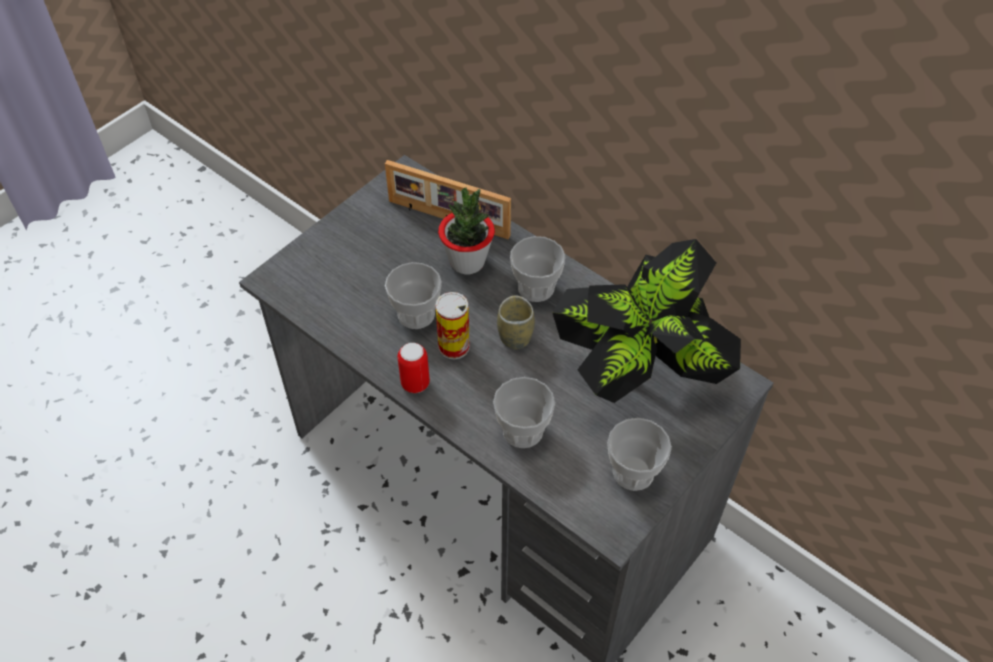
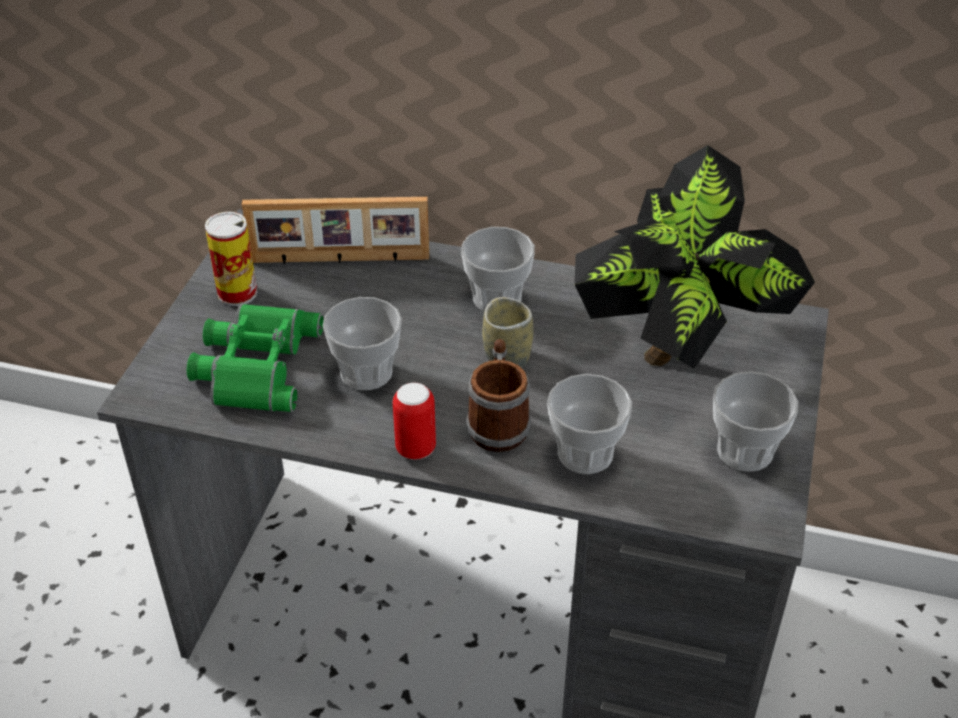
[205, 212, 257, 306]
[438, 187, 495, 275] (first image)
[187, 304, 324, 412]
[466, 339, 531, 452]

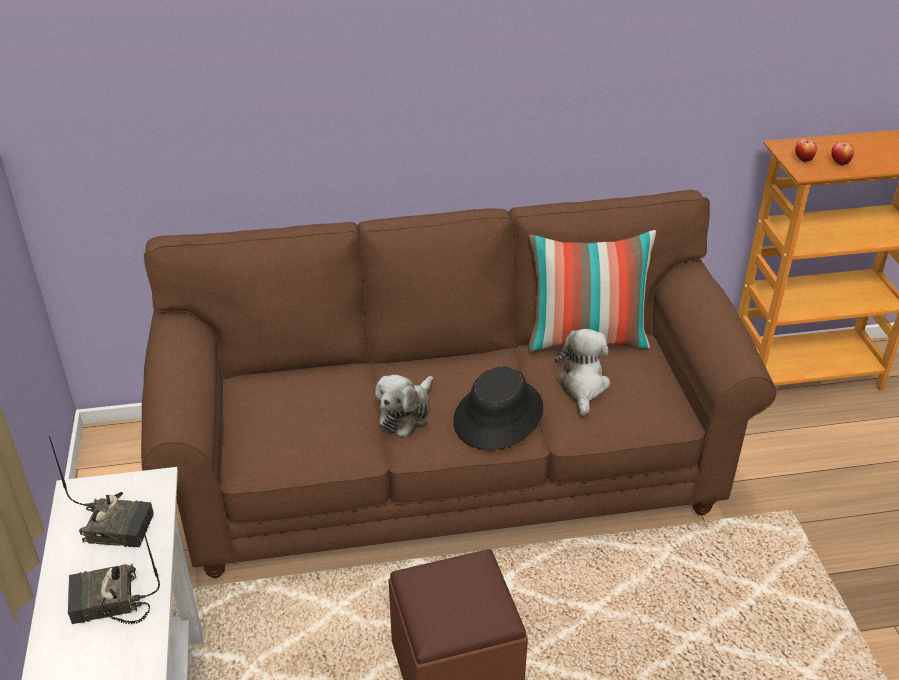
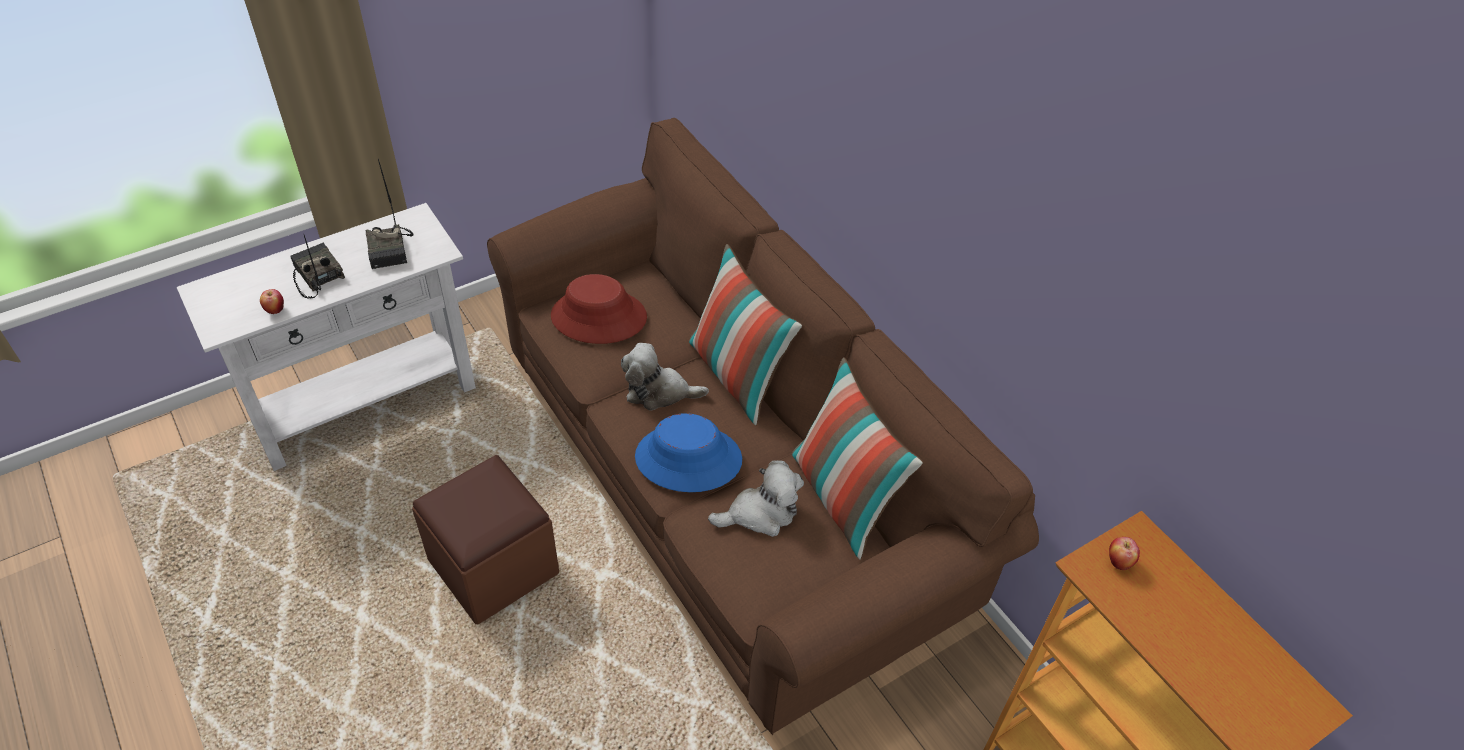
[635, 413, 742, 492]
[260, 289, 284, 314]
[551, 274, 647, 344]
[689, 244, 802, 426]

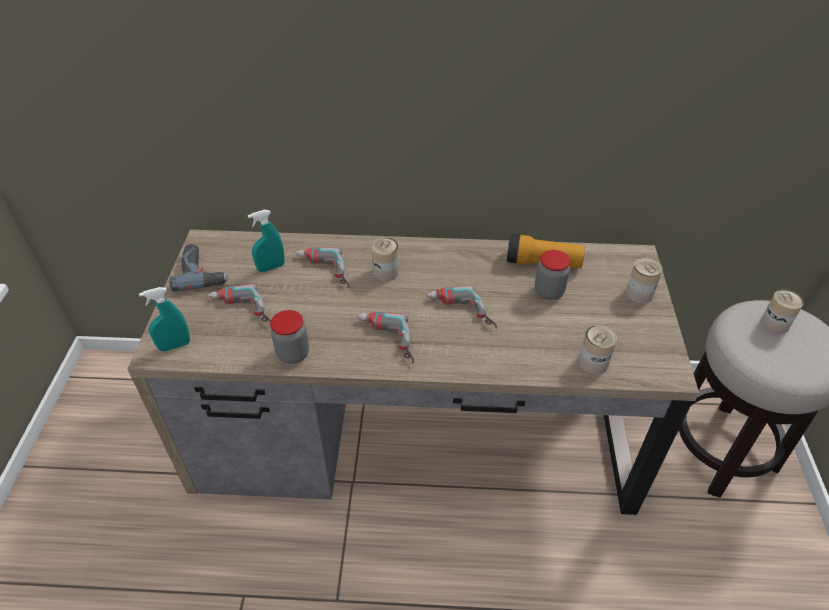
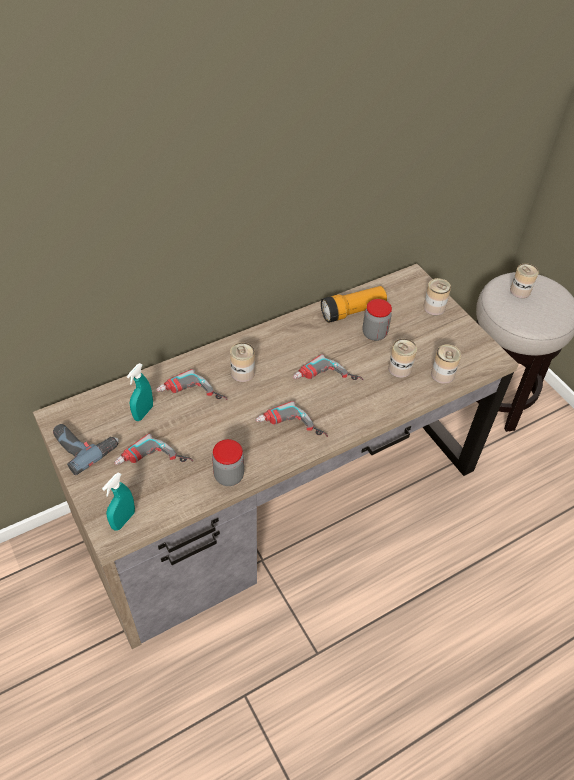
[388, 339, 417, 378]

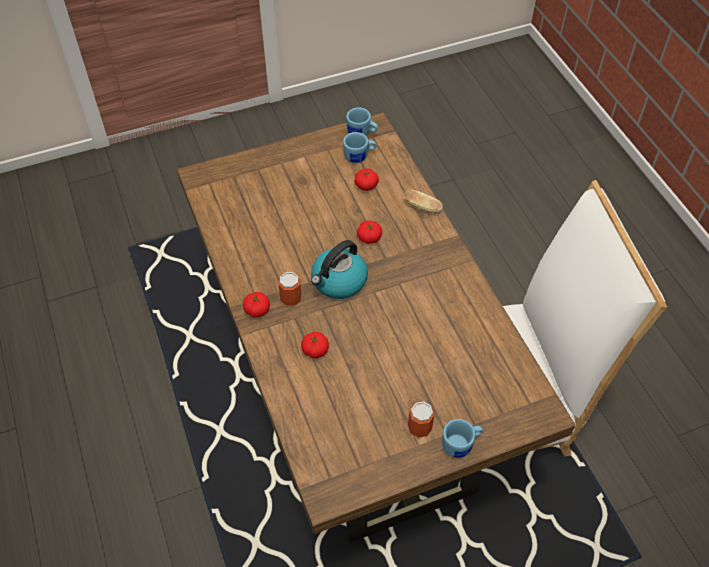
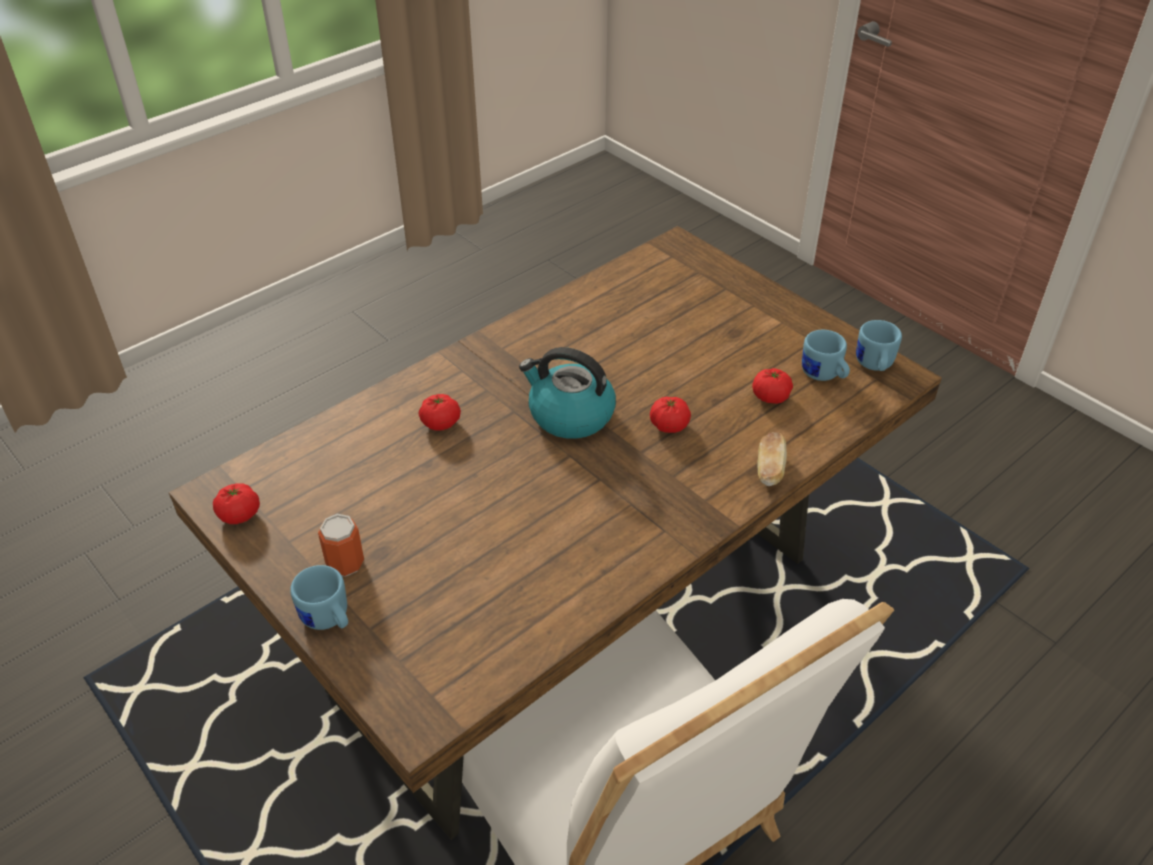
[213, 483, 260, 524]
[279, 272, 301, 306] (first image)

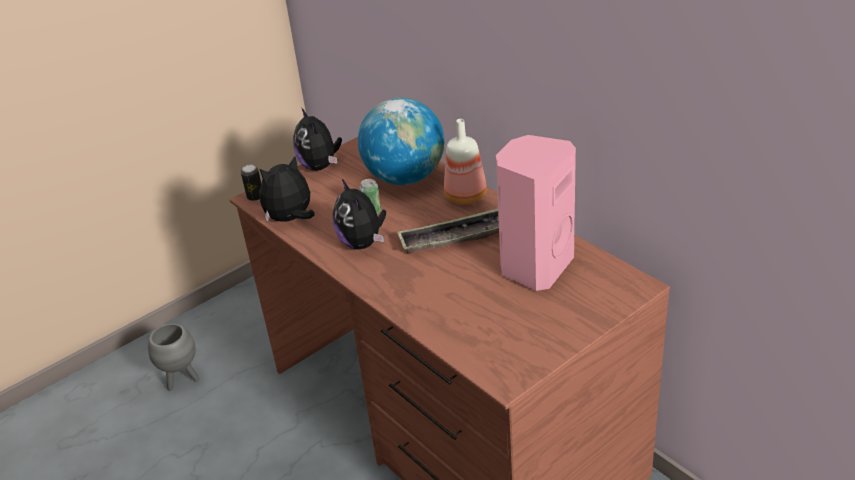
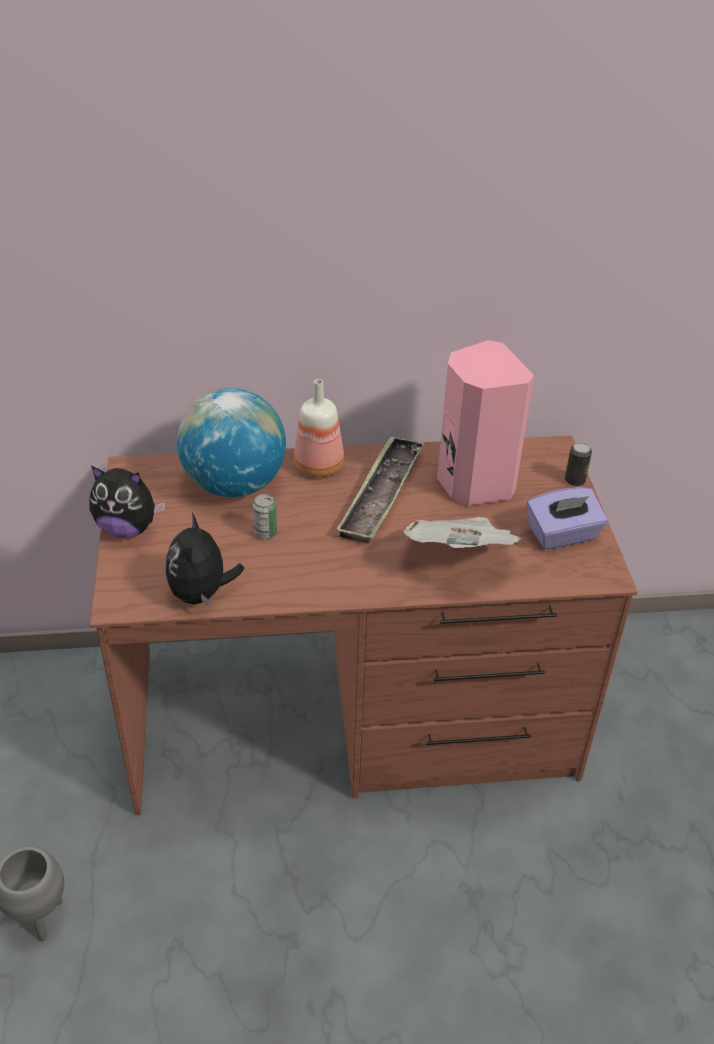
[565, 443, 592, 486]
[333, 179, 386, 249] (first image)
[403, 517, 522, 548]
[527, 487, 608, 550]

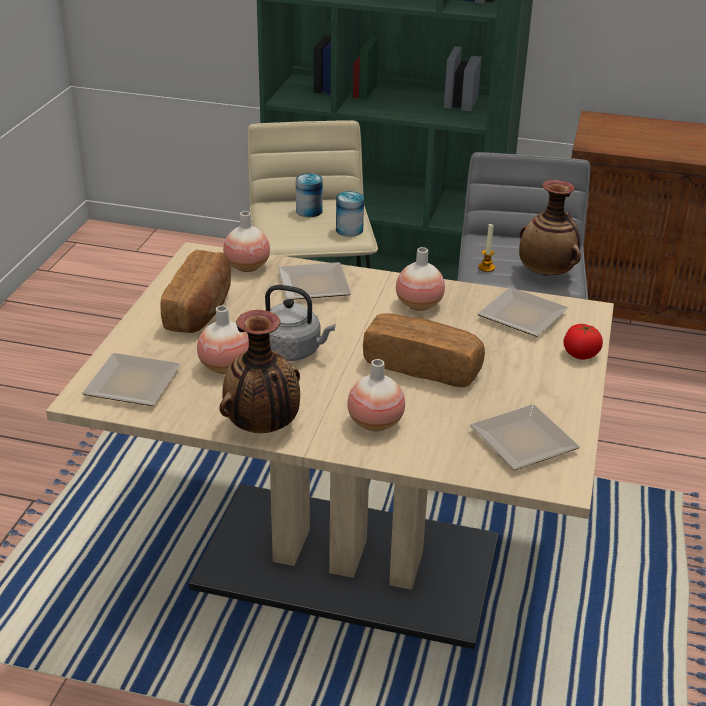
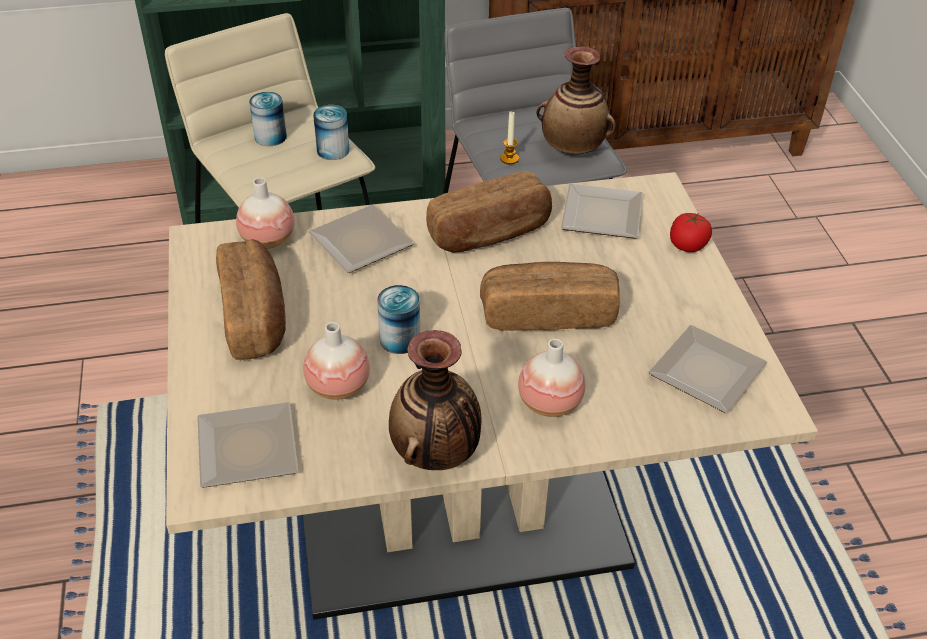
[377, 285, 420, 354]
[426, 171, 552, 253]

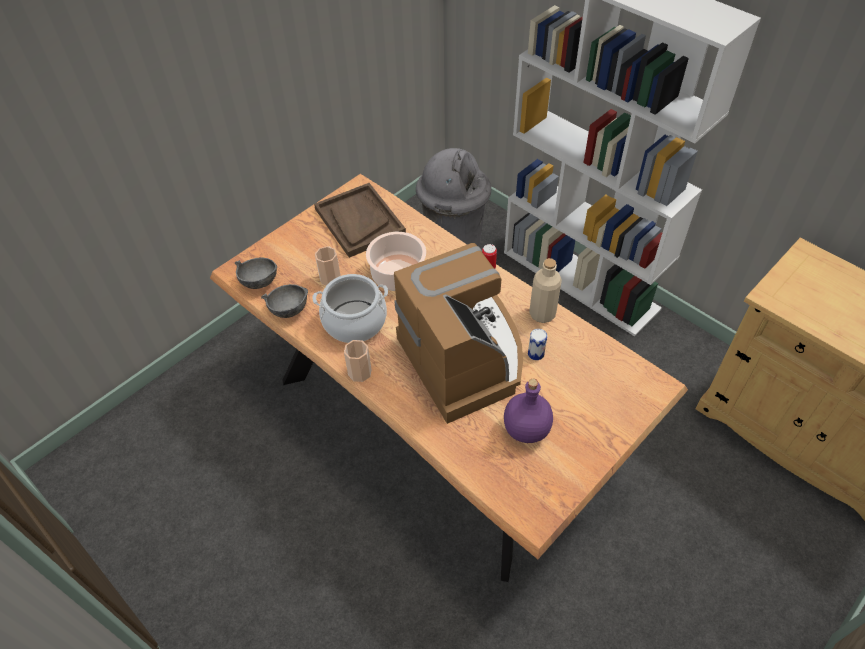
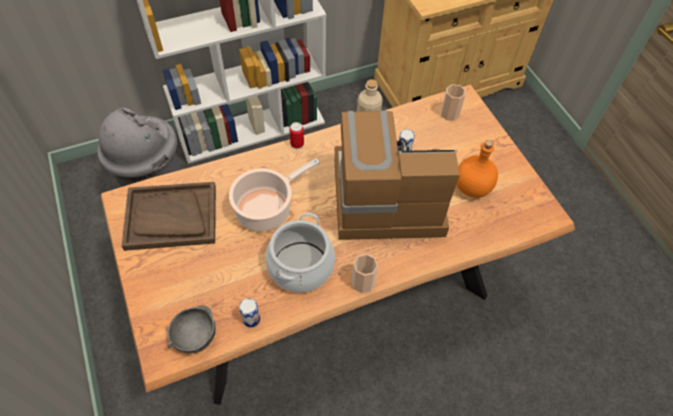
[239, 298, 260, 327]
[441, 84, 466, 121]
[456, 140, 498, 198]

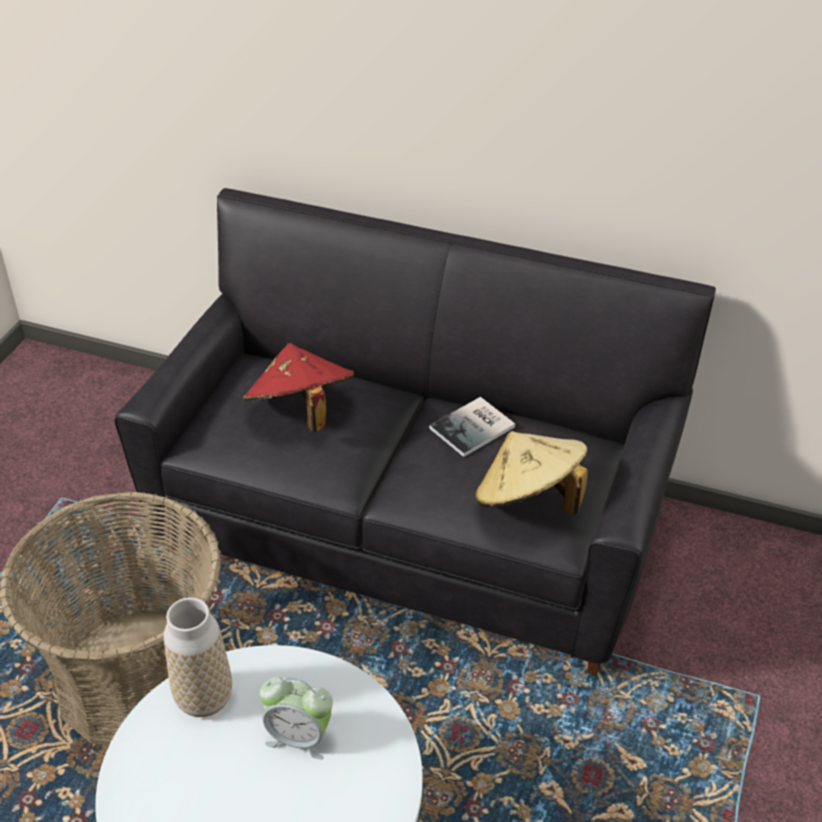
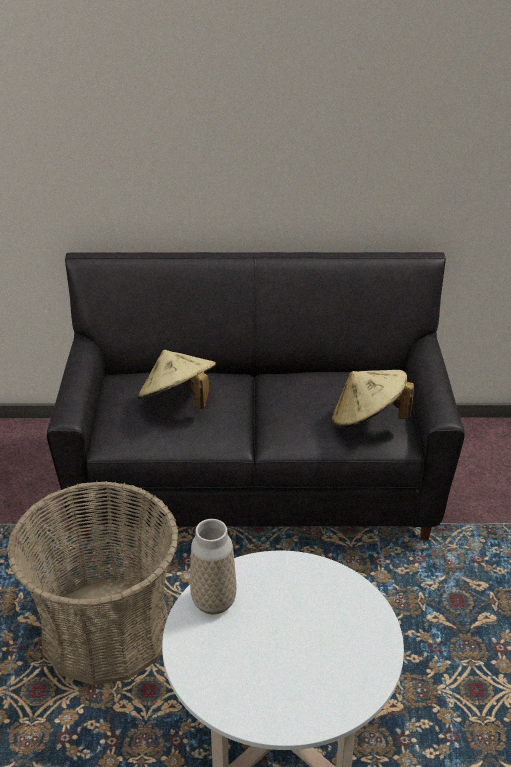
[137, 350, 216, 409]
[260, 677, 333, 759] (first image)
[429, 397, 515, 457] (first image)

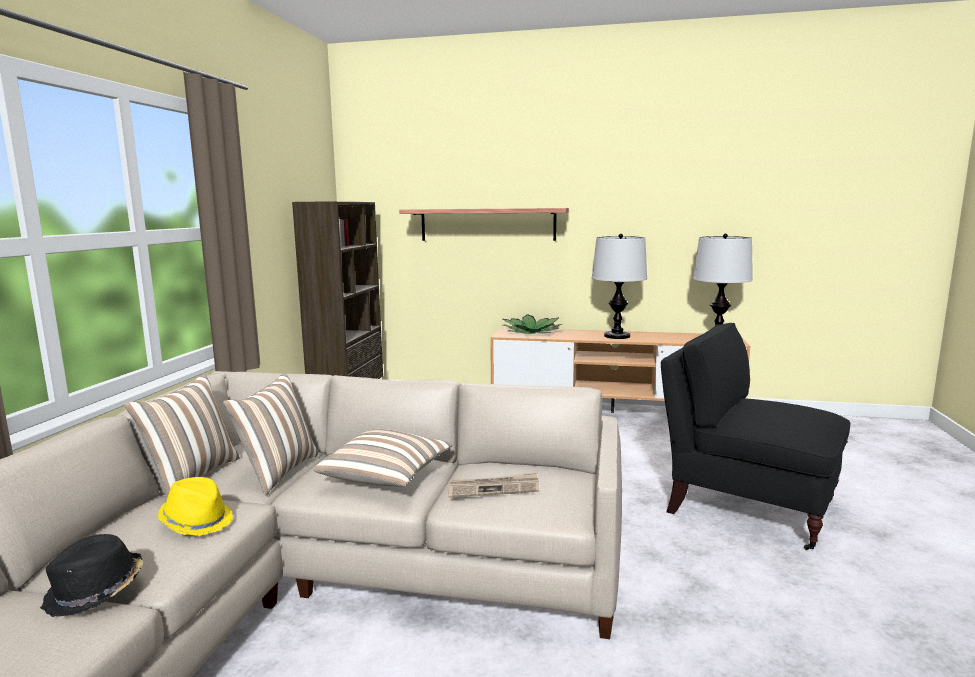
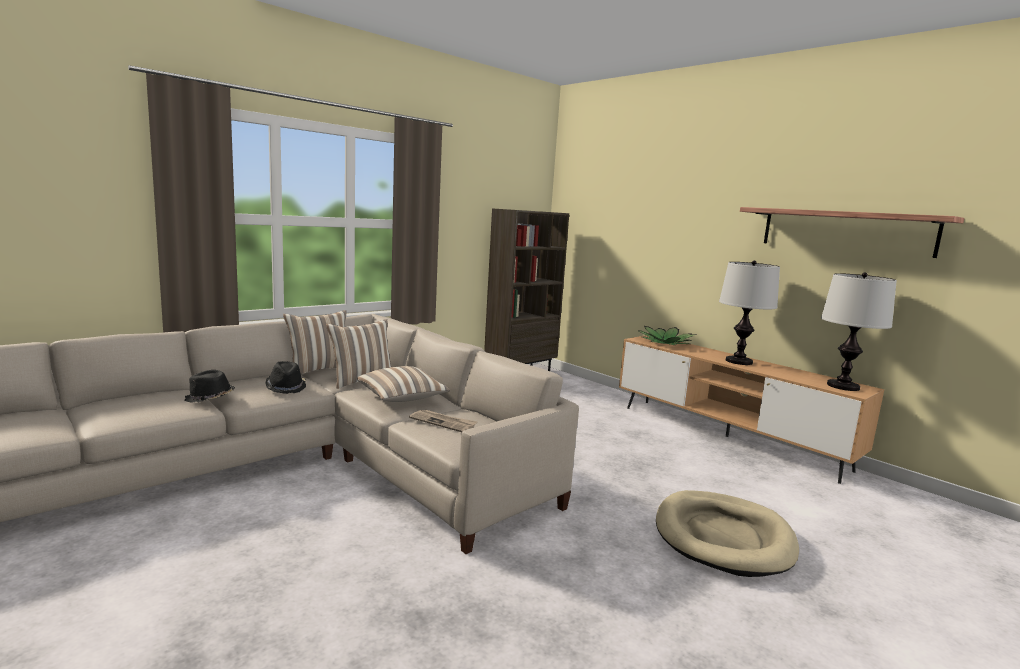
[265, 361, 306, 394]
[740, 207, 964, 258]
[656, 490, 799, 577]

